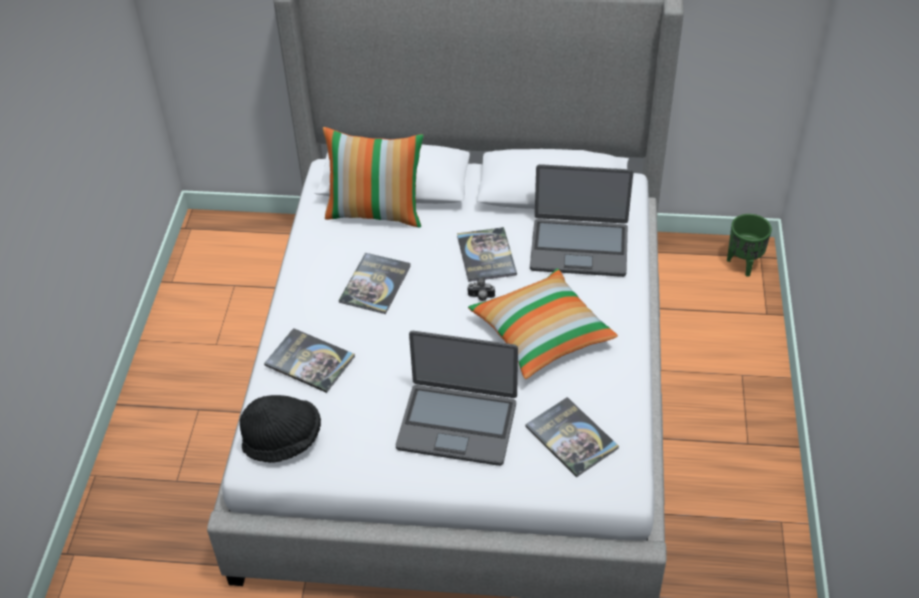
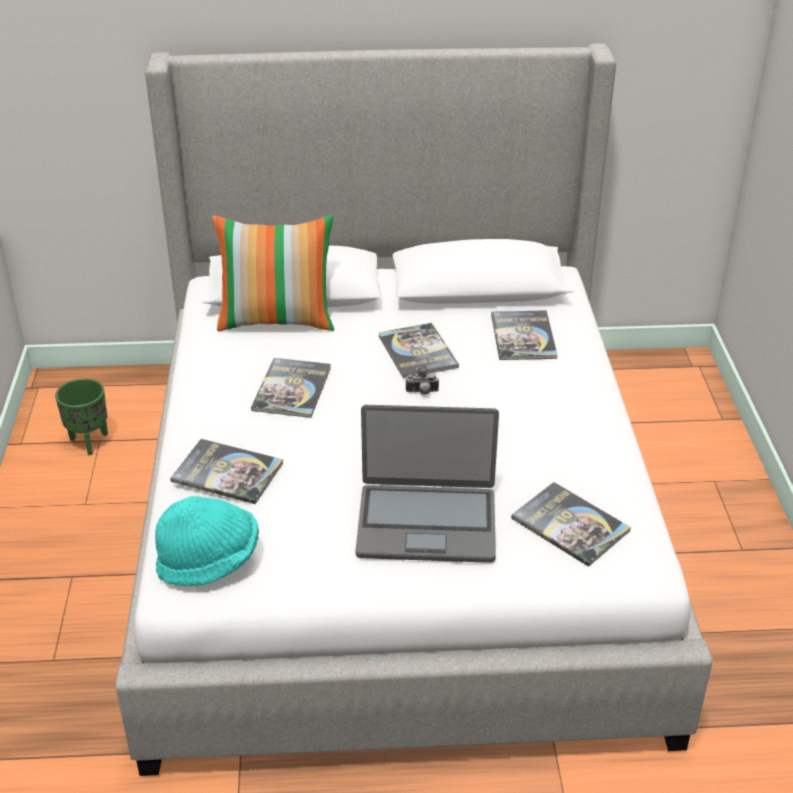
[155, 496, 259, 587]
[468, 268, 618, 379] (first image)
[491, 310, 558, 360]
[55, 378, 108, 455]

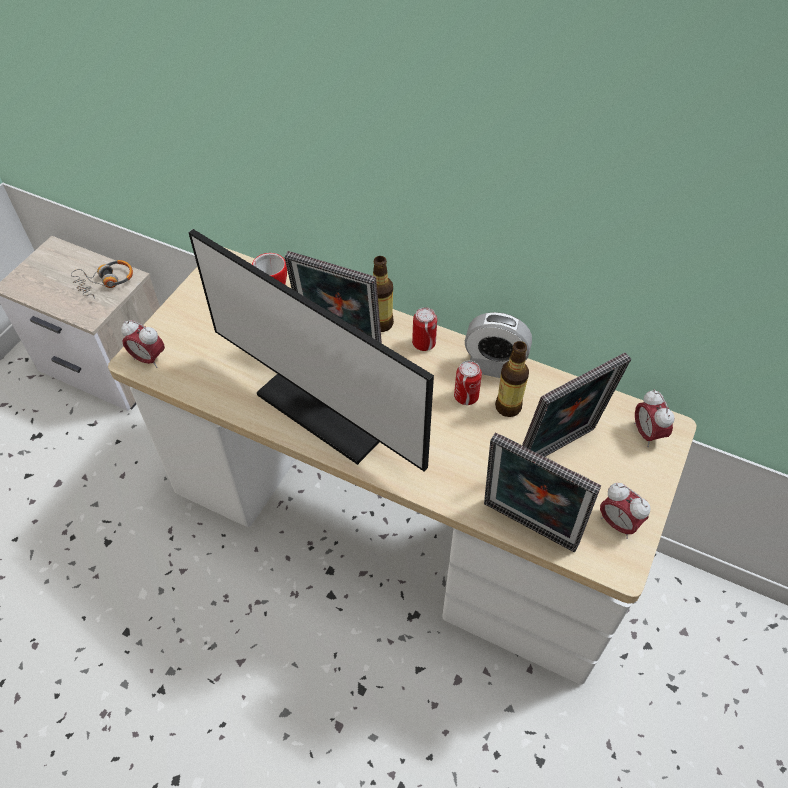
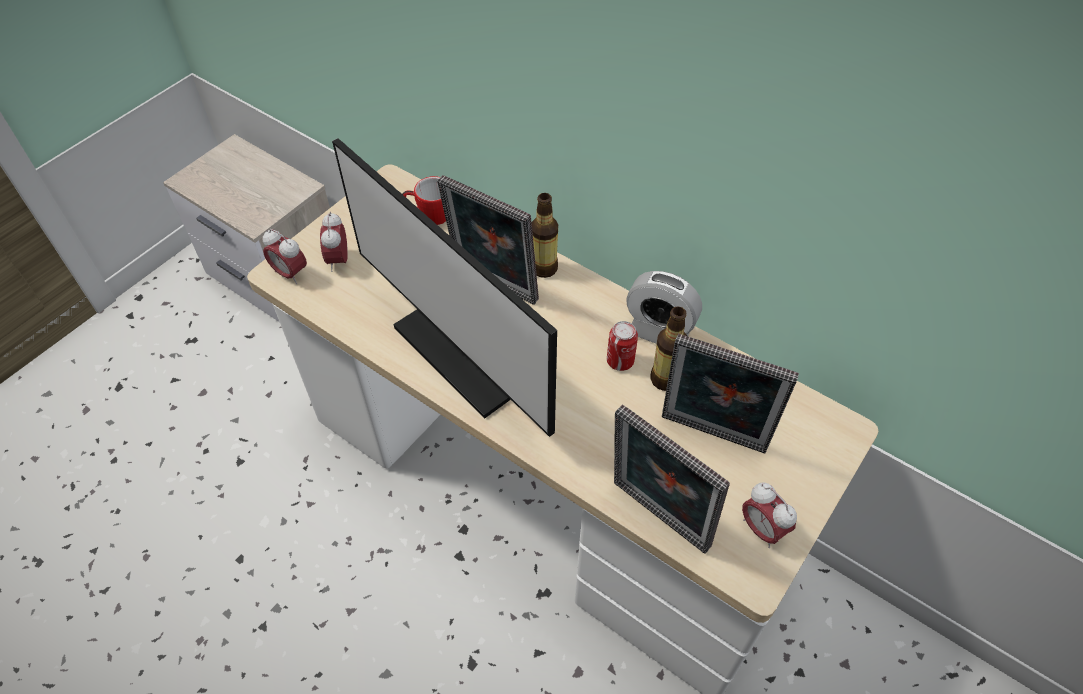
[71, 260, 133, 298] (first image)
[412, 307, 437, 351] (first image)
[662, 334, 799, 453]
[320, 212, 348, 272]

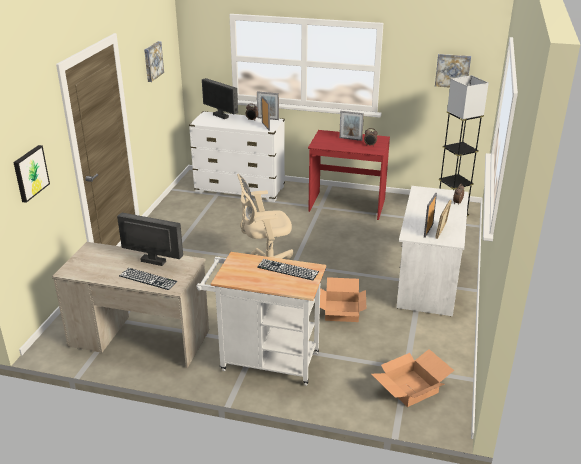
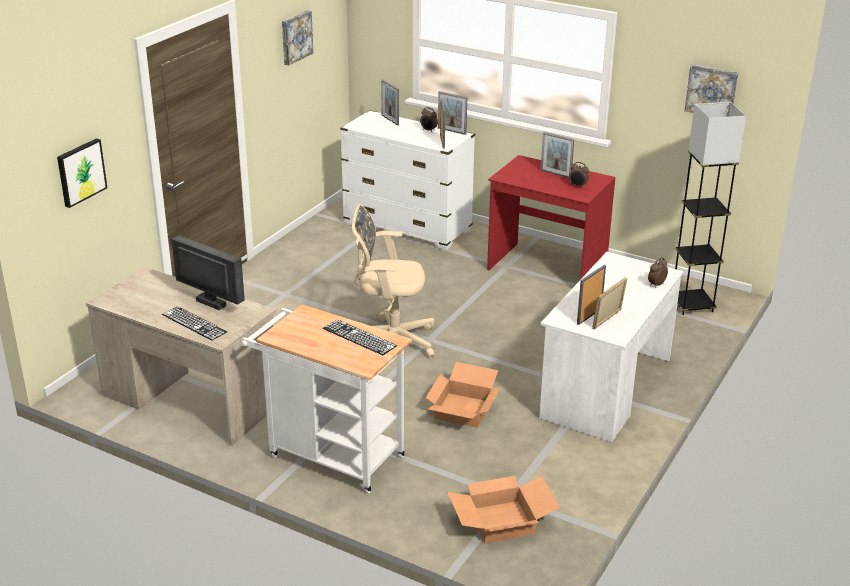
[381, 79, 399, 126]

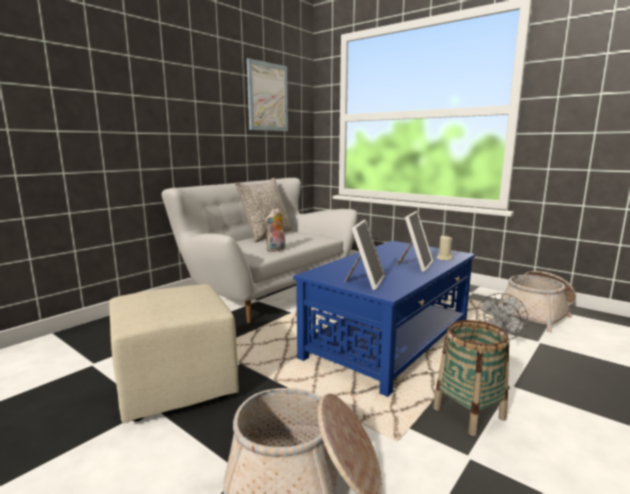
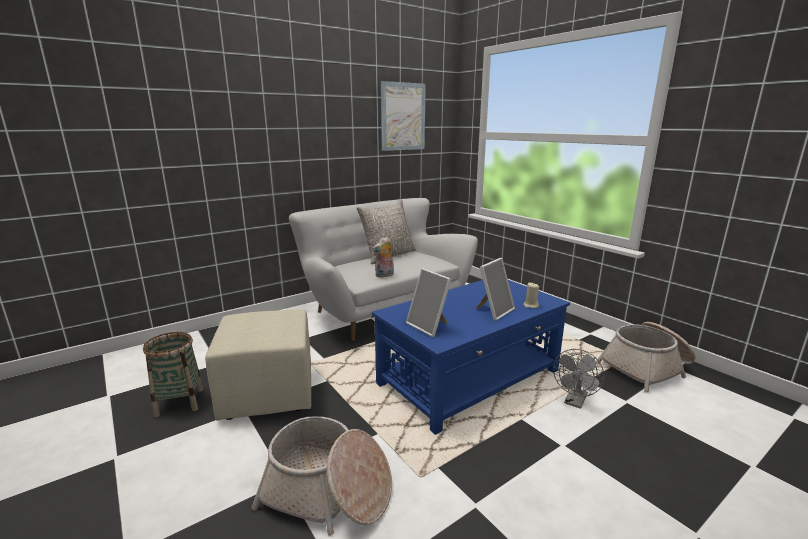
[406, 268, 451, 337]
[143, 332, 204, 417]

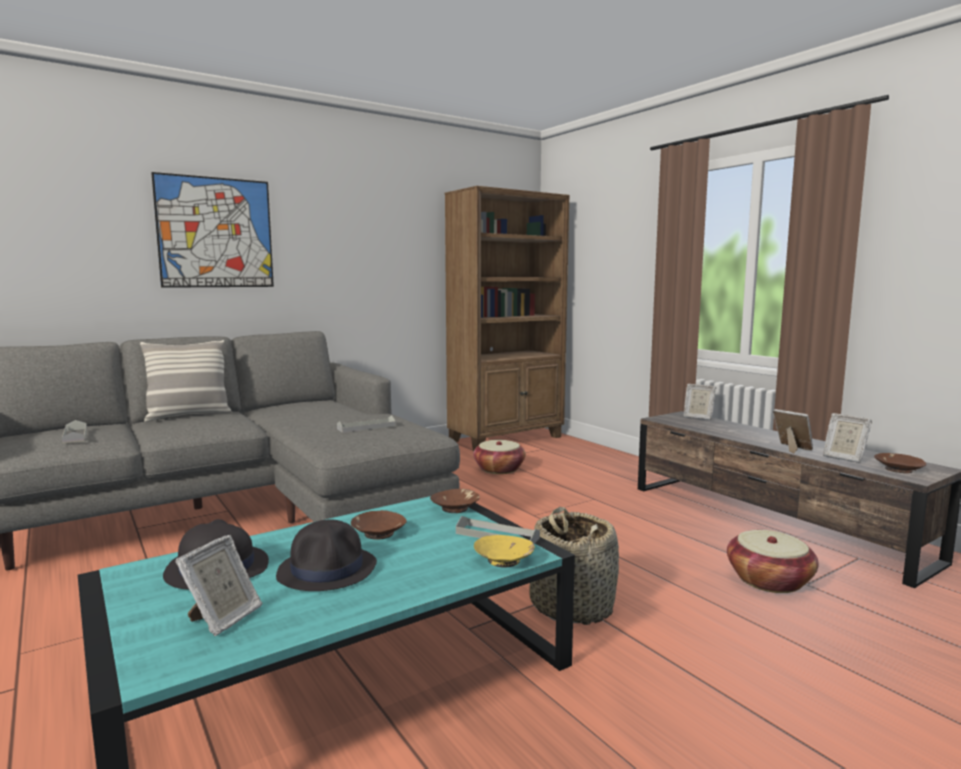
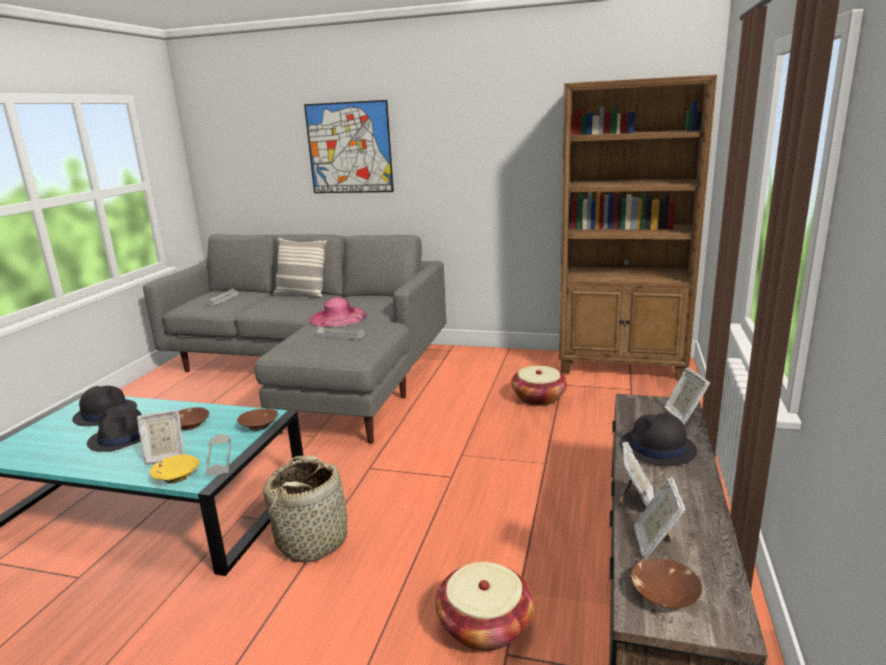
[137, 410, 184, 465]
[310, 297, 367, 327]
[620, 413, 697, 466]

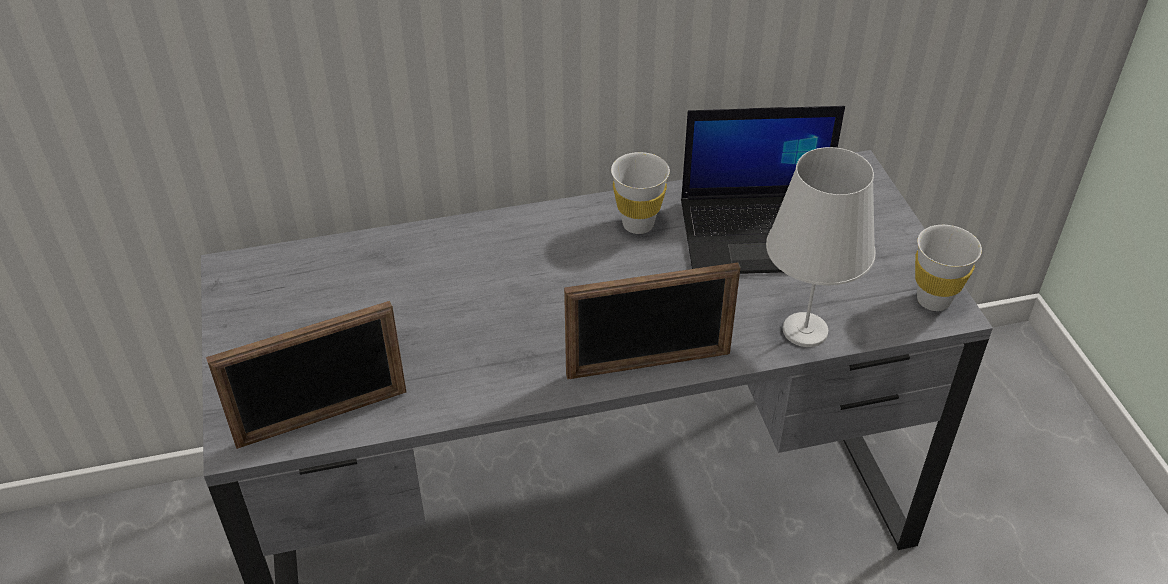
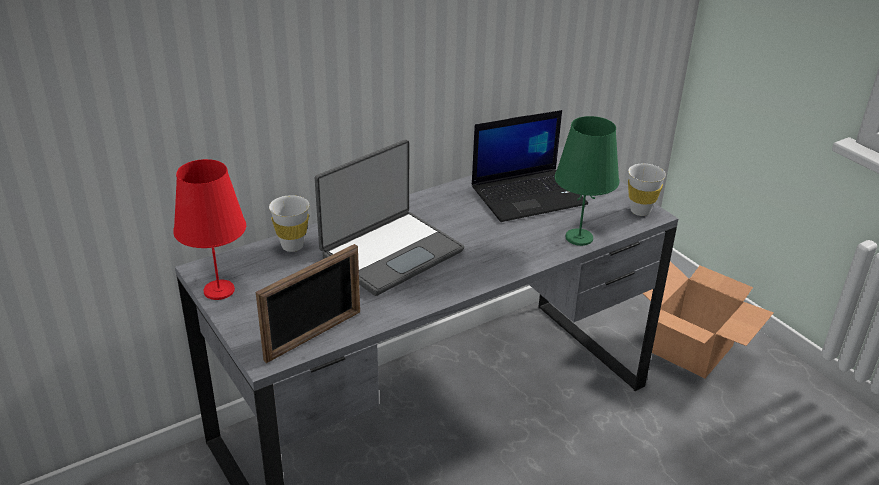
[564, 262, 741, 379] (first image)
[269, 195, 309, 252]
[555, 116, 620, 246]
[173, 159, 246, 300]
[315, 139, 464, 296]
[643, 261, 774, 378]

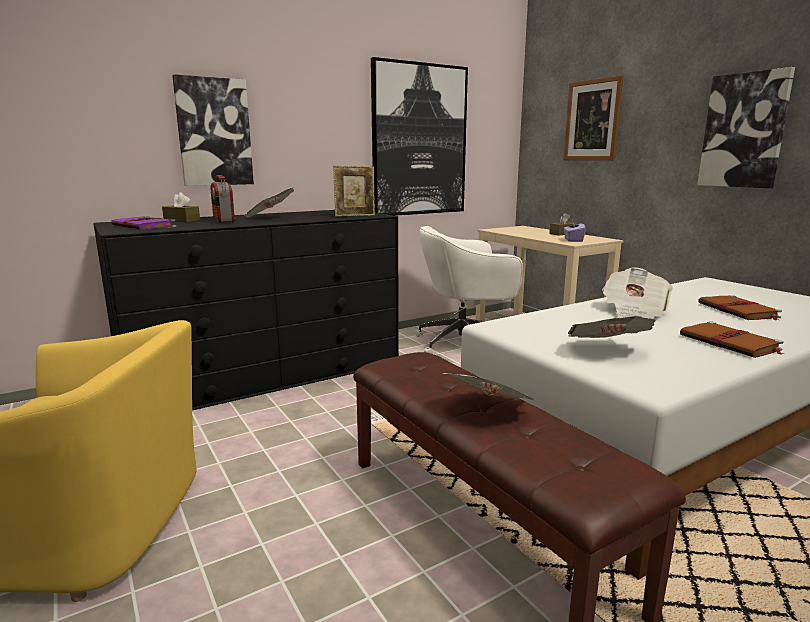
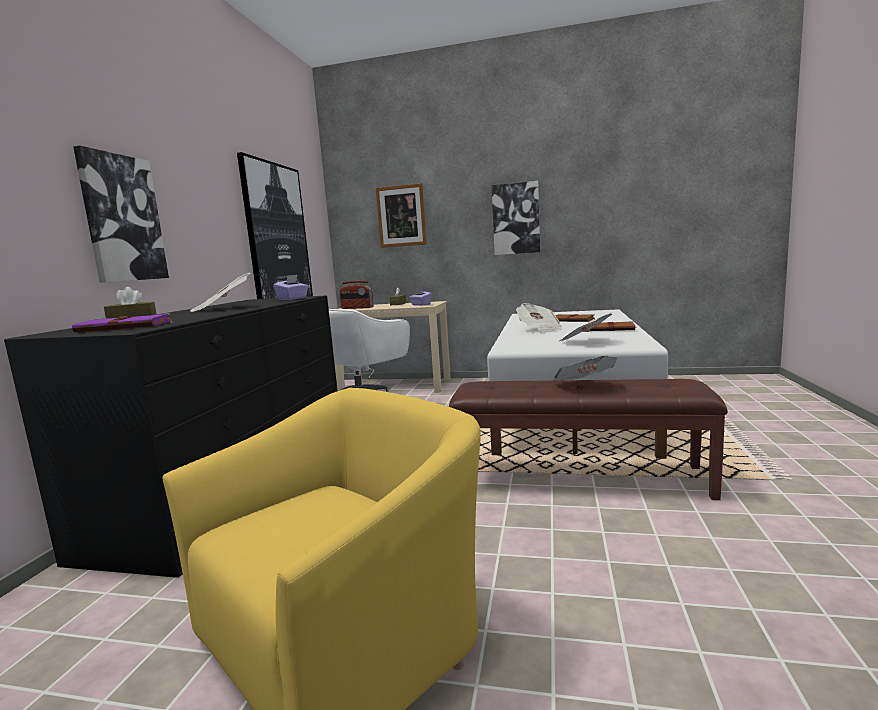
[340, 281, 373, 309]
[273, 275, 309, 300]

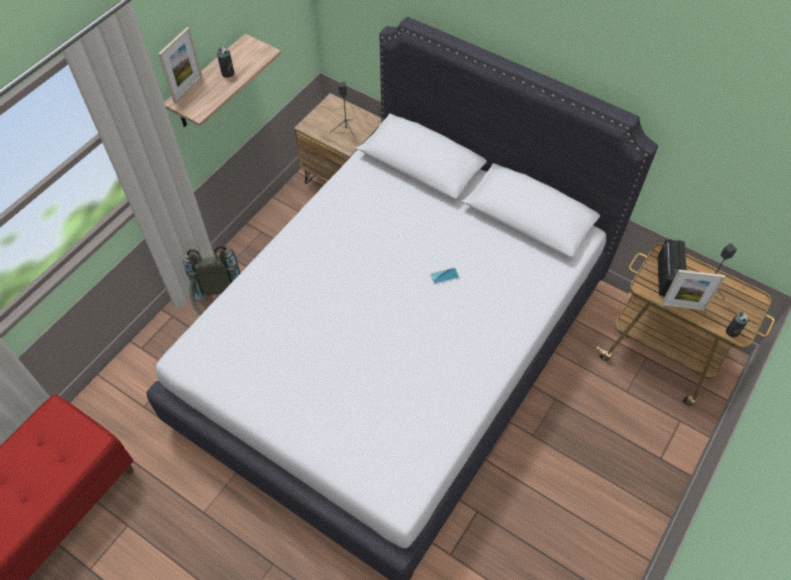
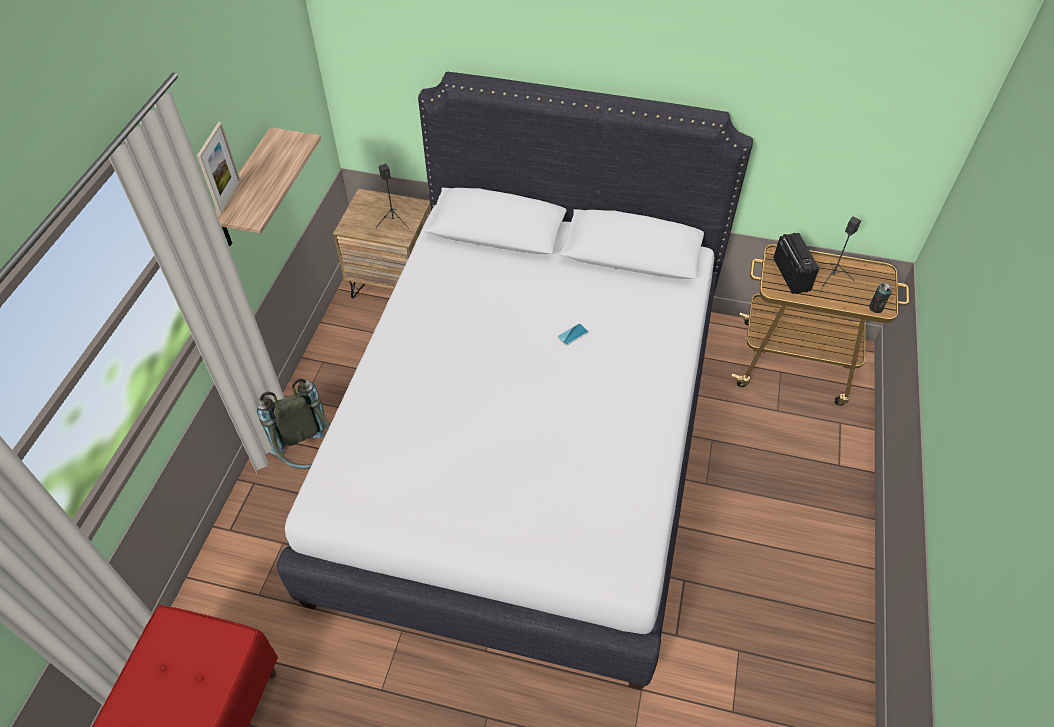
[217, 47, 234, 78] (first image)
[661, 270, 725, 311] (first image)

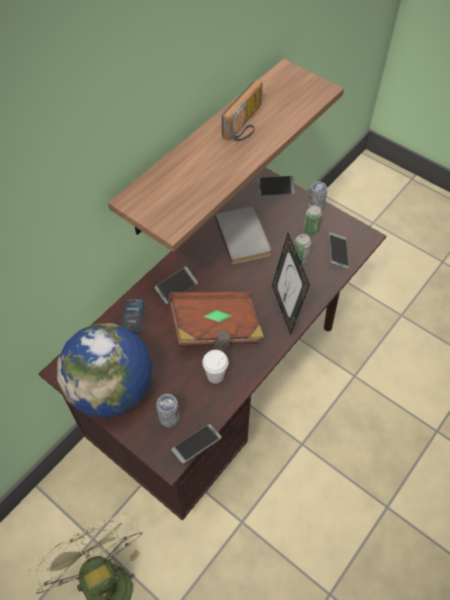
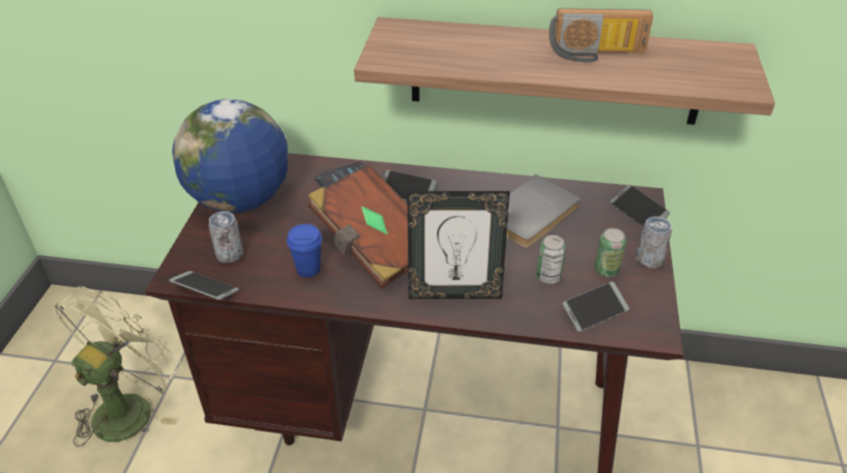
[287, 224, 322, 278]
[407, 191, 510, 299]

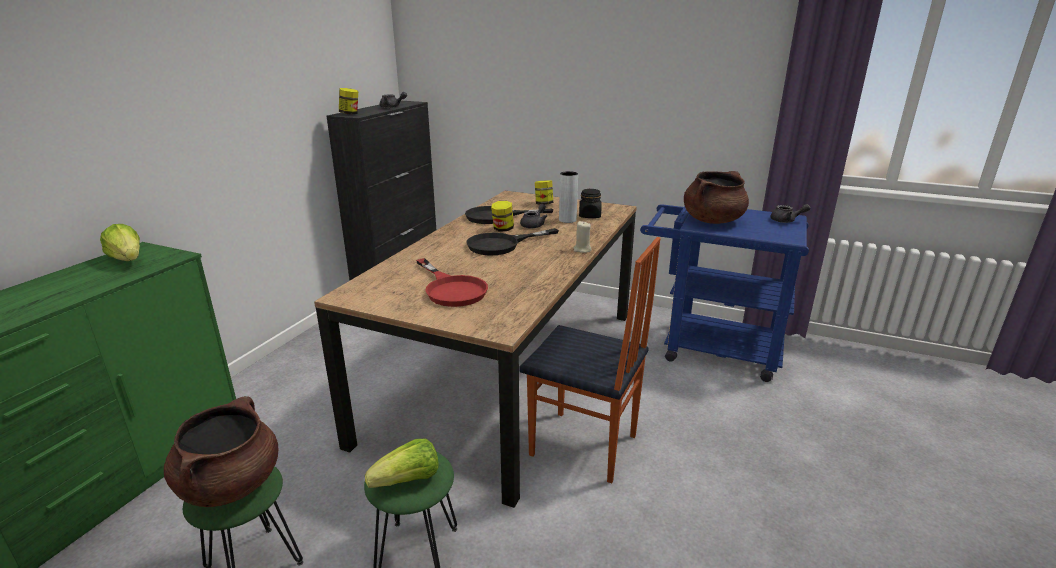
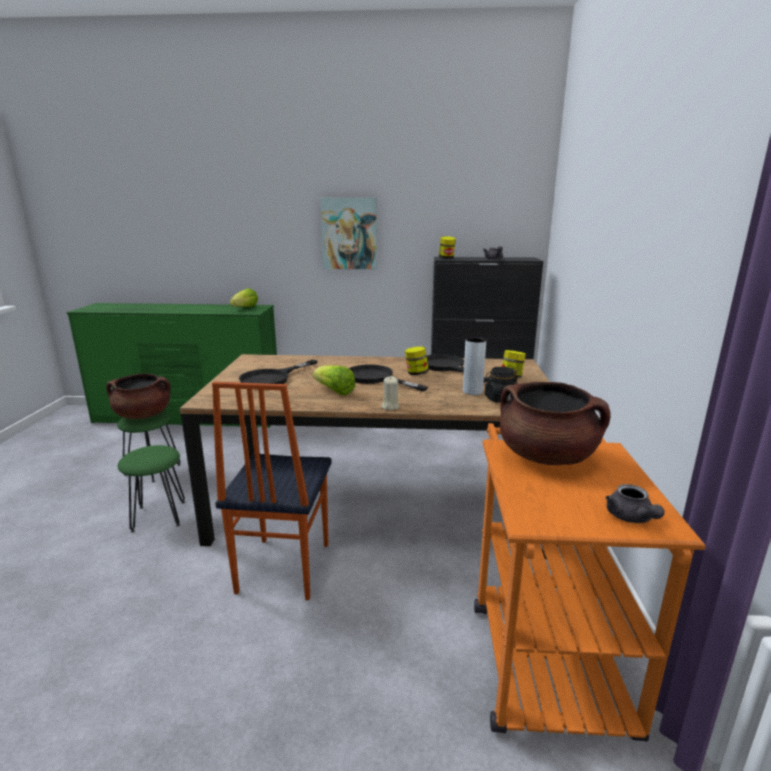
[313, 365, 355, 395]
[239, 360, 318, 384]
[520, 204, 547, 228] (first image)
[474, 423, 705, 742]
[320, 198, 377, 269]

